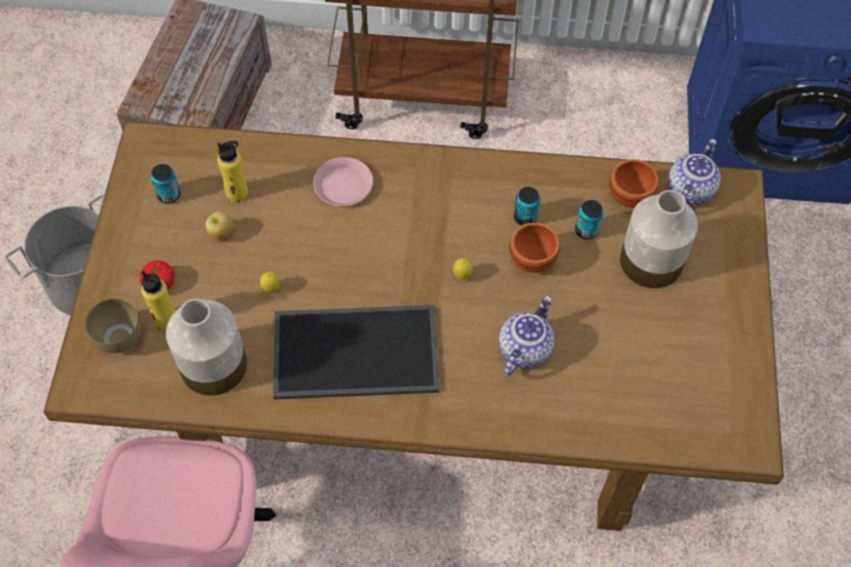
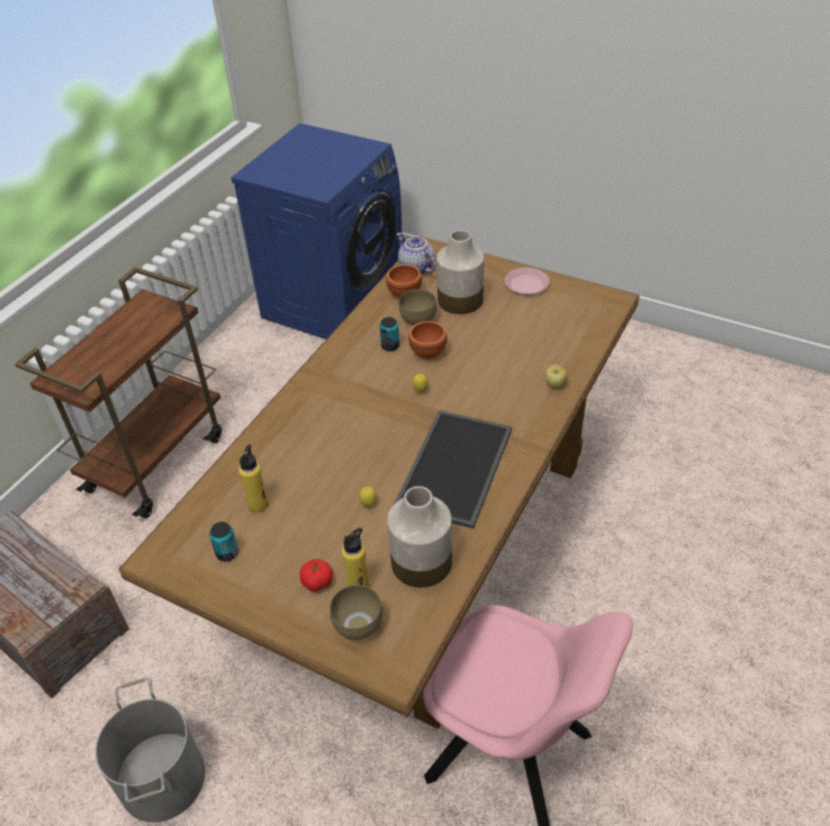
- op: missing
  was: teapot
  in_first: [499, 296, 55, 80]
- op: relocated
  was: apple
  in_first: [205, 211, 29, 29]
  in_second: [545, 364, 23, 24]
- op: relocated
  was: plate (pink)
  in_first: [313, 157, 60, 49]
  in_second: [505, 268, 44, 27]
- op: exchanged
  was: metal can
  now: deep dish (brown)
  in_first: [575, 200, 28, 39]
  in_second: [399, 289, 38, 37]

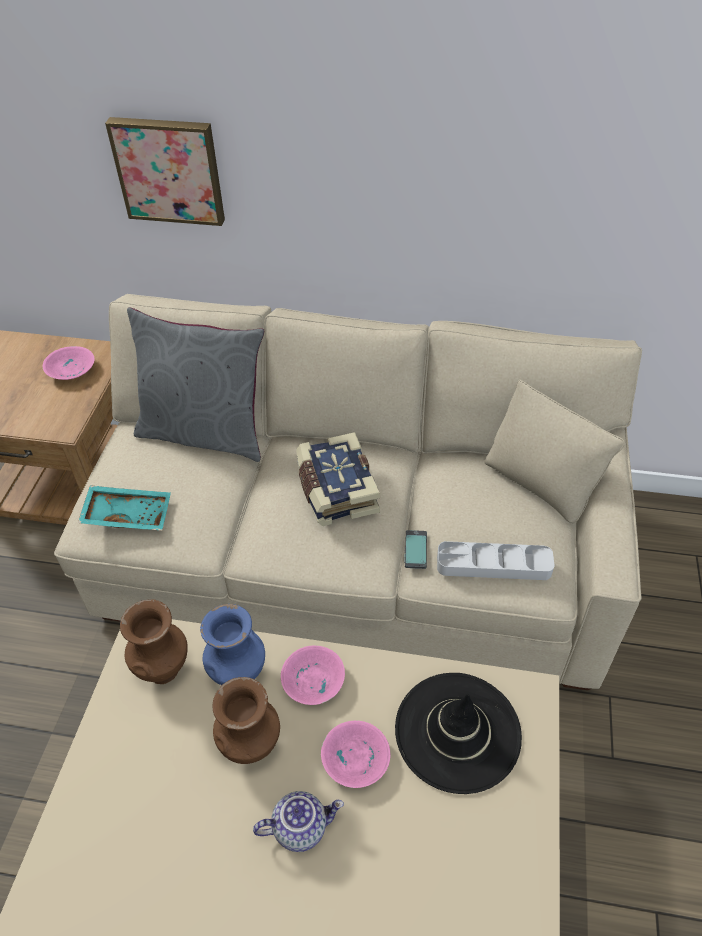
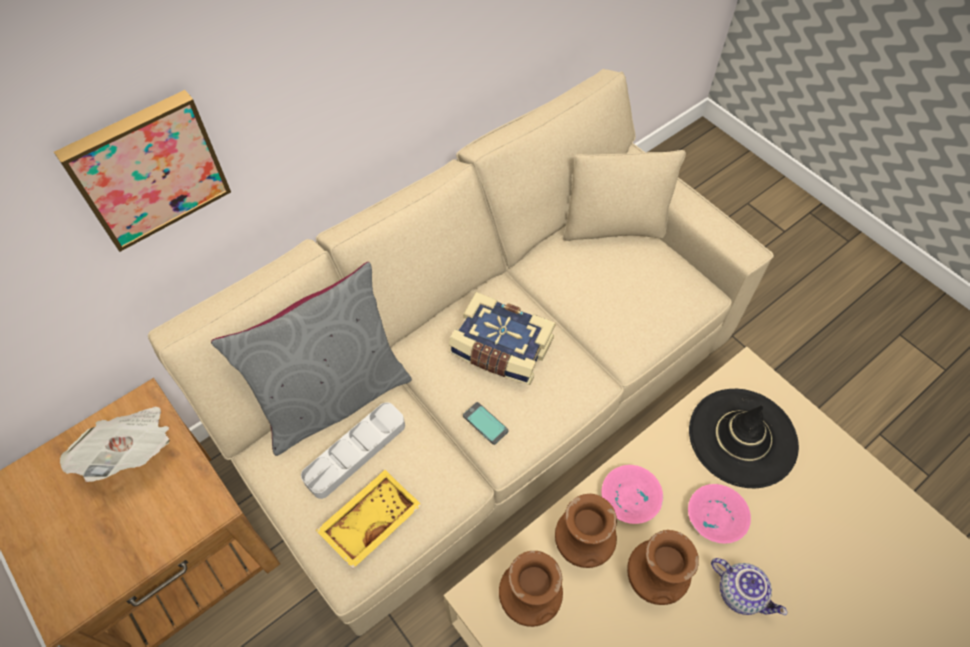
- op: relocated
  was: phone
  in_first: [404, 530, 23, 39]
  in_second: [463, 402, 46, 43]
- op: relocated
  was: carrying tray (greyish)
  in_first: [437, 541, 117, 39]
  in_second: [301, 402, 104, 97]
- op: exchanged
  was: deep dish (pink)
  now: daily paper
  in_first: [43, 346, 52, 34]
  in_second: [60, 407, 110, 75]
- op: colour
  was: carrying tray (blue-green)
  now: carrying tray (yellow)
  in_first: [78, 485, 93, 46]
  in_second: [316, 470, 106, 99]
- op: colour
  was: vase (blue)
  now: vase (brown)
  in_first: [200, 604, 65, 81]
  in_second: [555, 494, 62, 74]
- op: spun
  was: teapot
  in_first: [253, 791, 91, 61]
  in_second: [711, 558, 76, 57]
  clockwise: 105

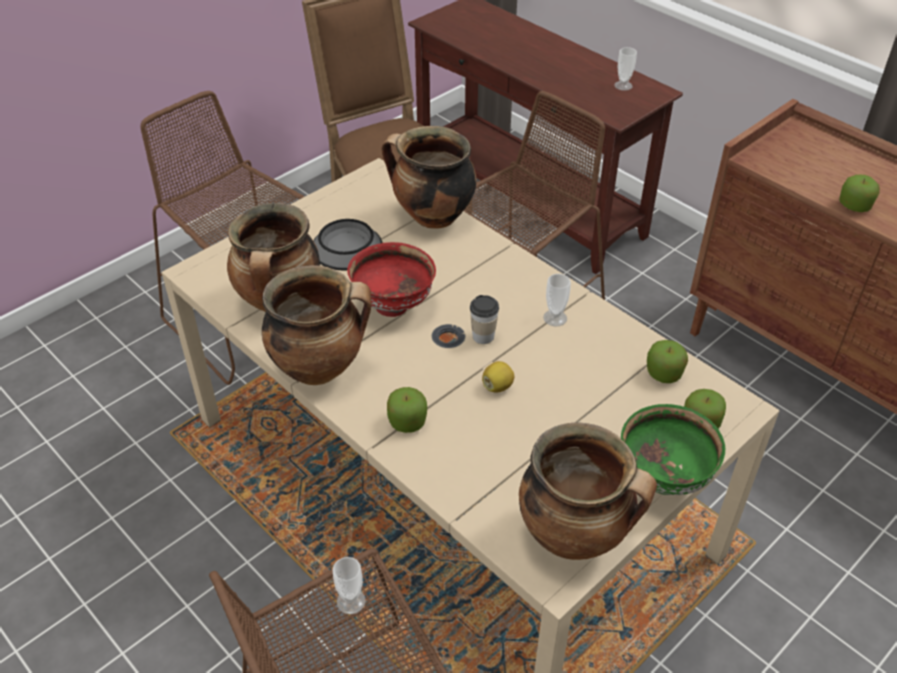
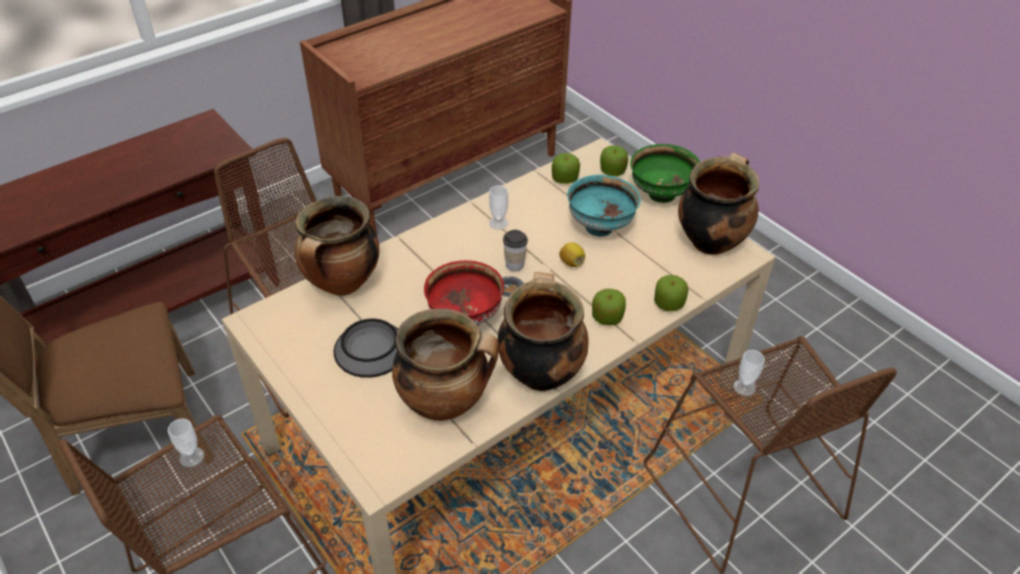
- op: appeared
  now: deep dish (blue-green)
  in_second: [567, 175, 74, 62]
- op: relocated
  was: small cup
  in_first: [614, 47, 23, 44]
  in_second: [168, 419, 36, 48]
- op: relocated
  was: apple
  in_first: [839, 175, 41, 37]
  in_second: [654, 275, 35, 36]

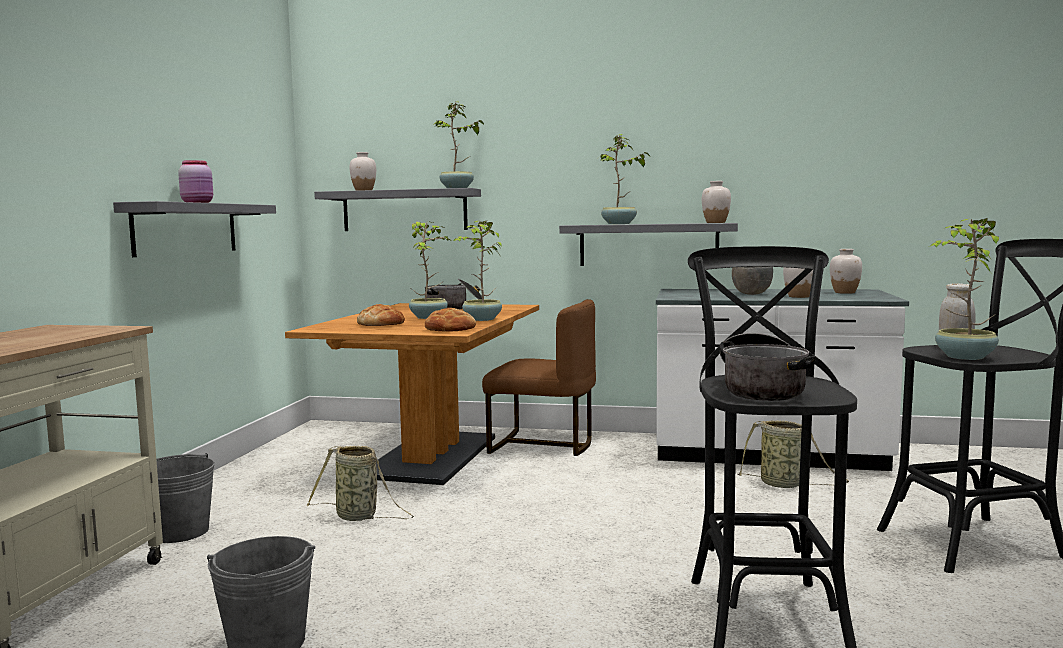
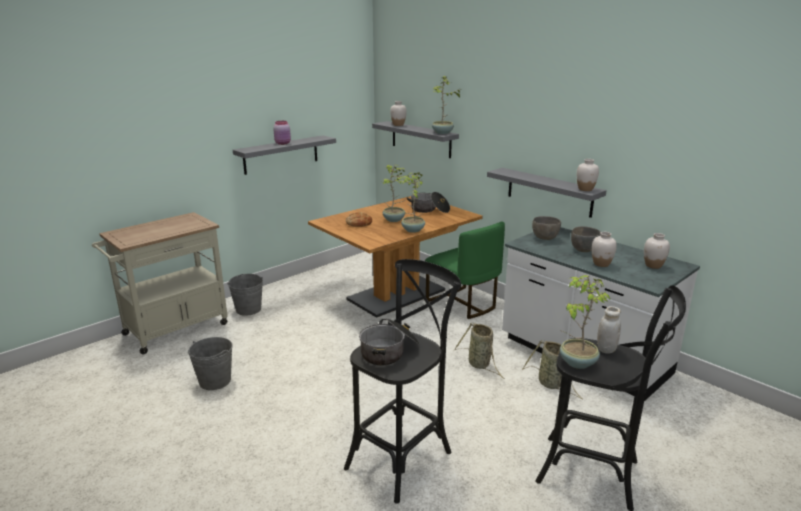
- op: missing
  was: baked bread
  in_first: [425, 308, 51, 24]
- op: missing
  was: potted plant
  in_first: [598, 134, 52, 90]
- op: appeared
  now: deep dish (greyish)
  in_second: [532, 216, 29, 24]
- op: relocated
  was: household basket
  in_first: [307, 446, 107, 75]
  in_second: [454, 323, 49, 55]
- op: colour
  was: chair (brown)
  now: chair (green-coloured)
  in_first: [482, 299, 114, 157]
  in_second: [425, 221, 80, 98]

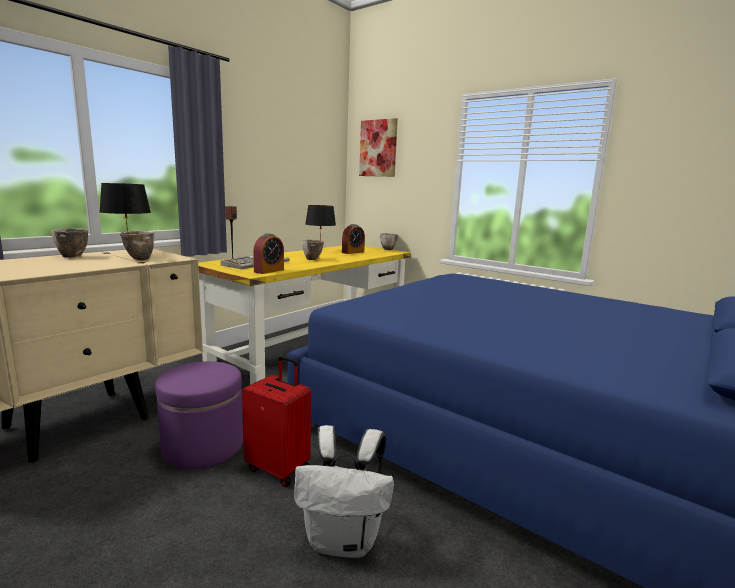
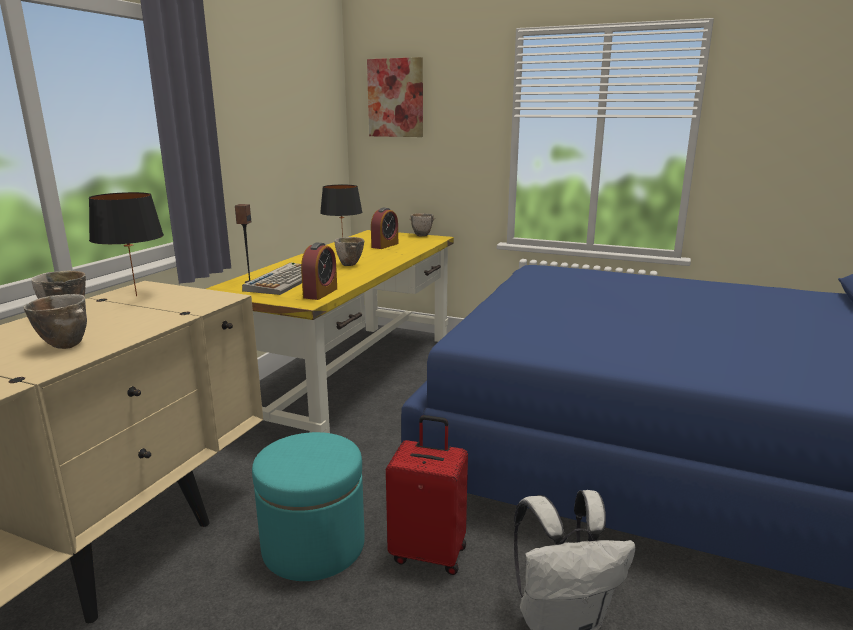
- op: relocated
  was: deep dish
  in_first: [120, 231, 35, 29]
  in_second: [23, 294, 64, 55]
- op: colour
  was: ottoman (purple-coloured)
  now: ottoman (blue-green)
  in_first: [155, 361, 88, 108]
  in_second: [252, 432, 113, 149]

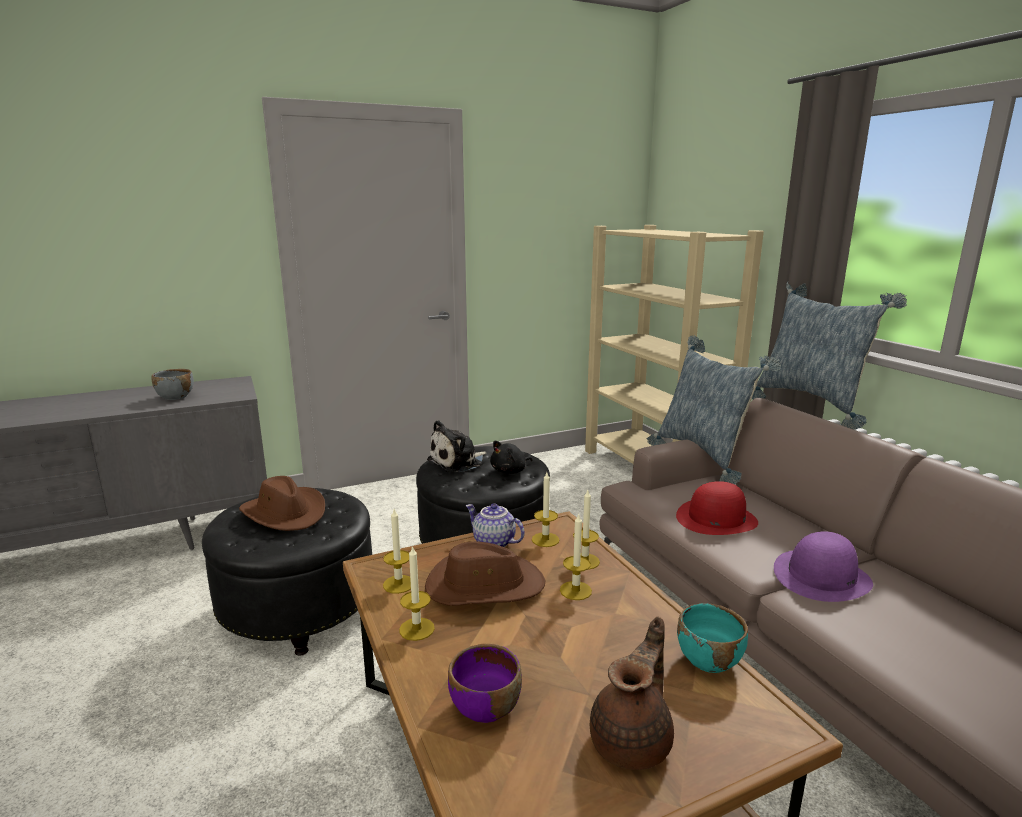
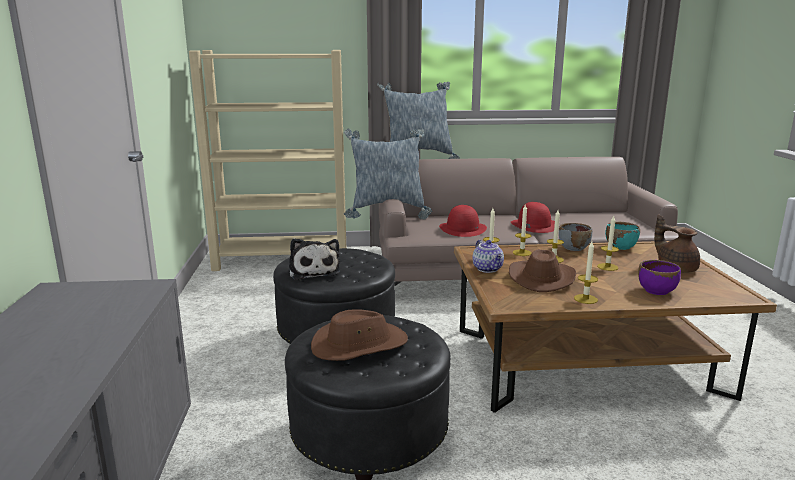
- op: missing
  was: soft toy (blackish)
  in_first: [490, 441, 42, 33]
- op: relocated
  was: deep dish (greyish)
  in_first: [152, 369, 42, 31]
  in_second: [559, 223, 33, 28]
- op: relocated
  was: candle
  in_first: [383, 509, 28, 85]
  in_second: [597, 216, 22, 55]
- op: colour
  was: wearable hat (purple-coloured)
  now: wearable hat (red-coloured)
  in_first: [774, 531, 99, 71]
  in_second: [511, 202, 44, 31]
- op: spun
  was: teapot
  in_first: [466, 503, 59, 44]
  in_second: [472, 240, 32, 33]
  clockwise: -75

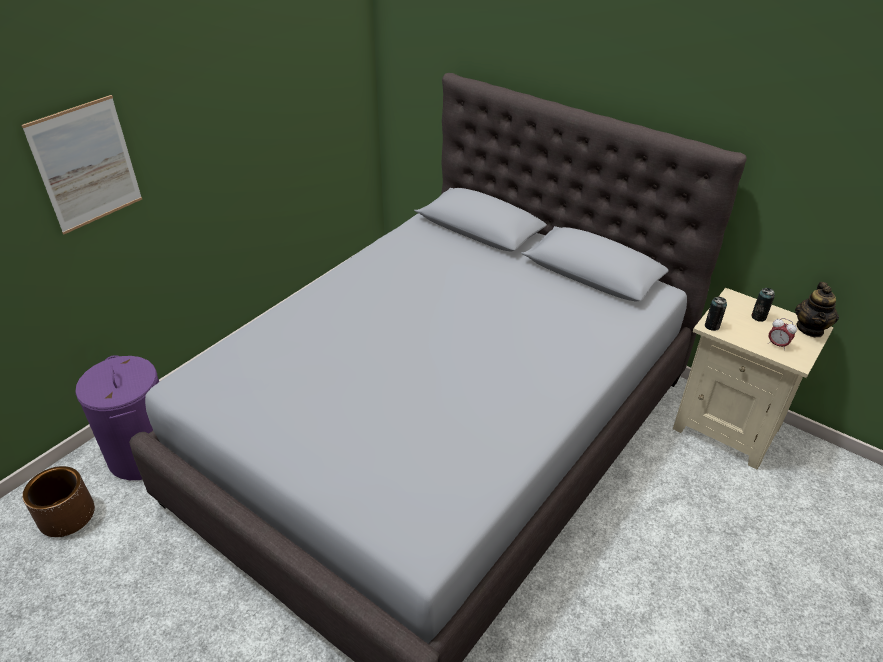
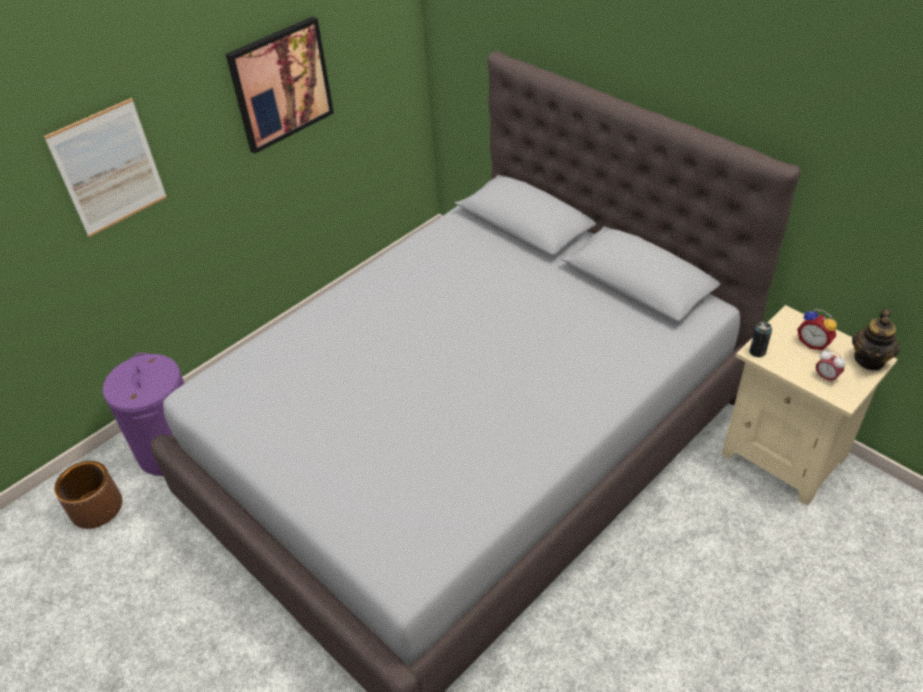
- op: appeared
  now: picture
  in_second: [226, 16, 108, 138]
- op: exchanged
  was: metal can
  now: table clock
  in_first: [751, 288, 24, 34]
  in_second: [797, 309, 40, 41]

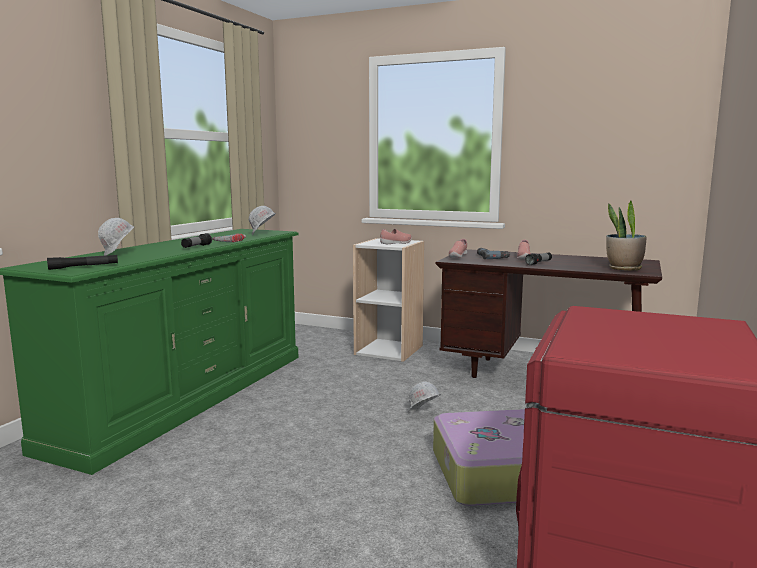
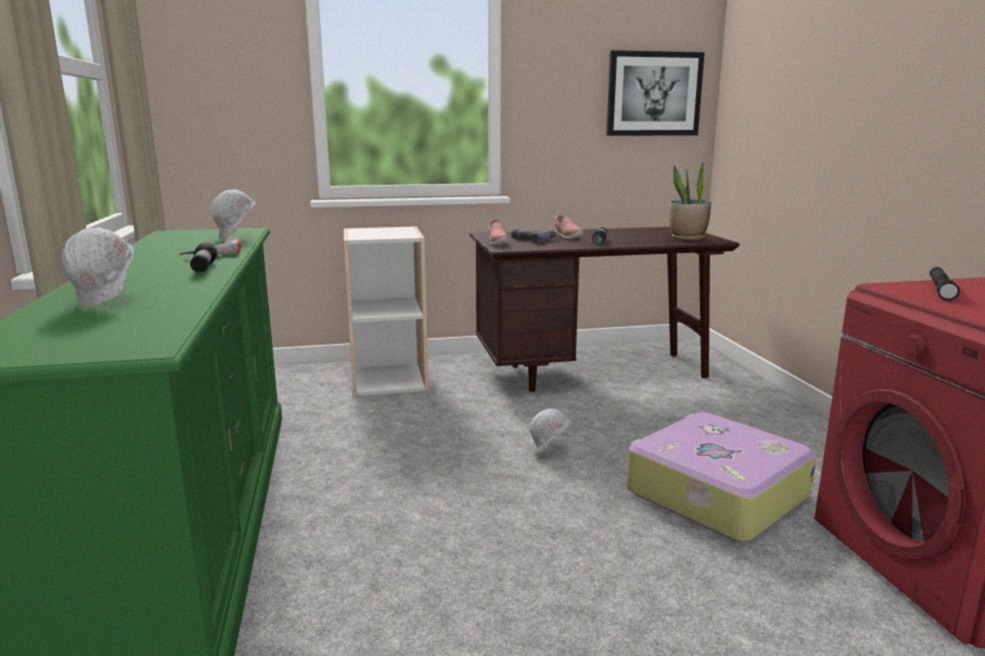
- op: missing
  was: low shoe (pink)
  in_first: [380, 229, 32, 15]
- op: appeared
  now: picture
  in_second: [606, 50, 99, 86]
- op: relocated
  was: hand torch (blackish)
  in_first: [47, 255, 71, 15]
  in_second: [930, 267, 30, 34]

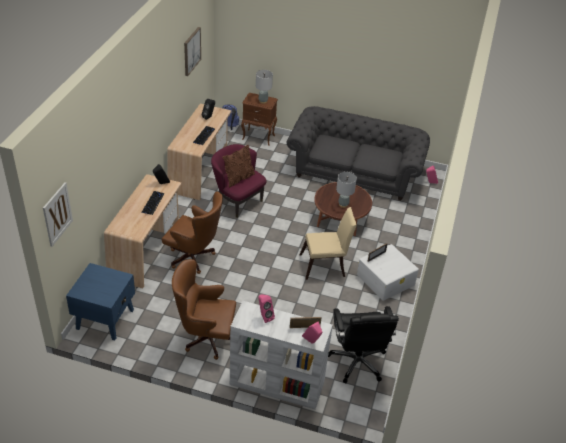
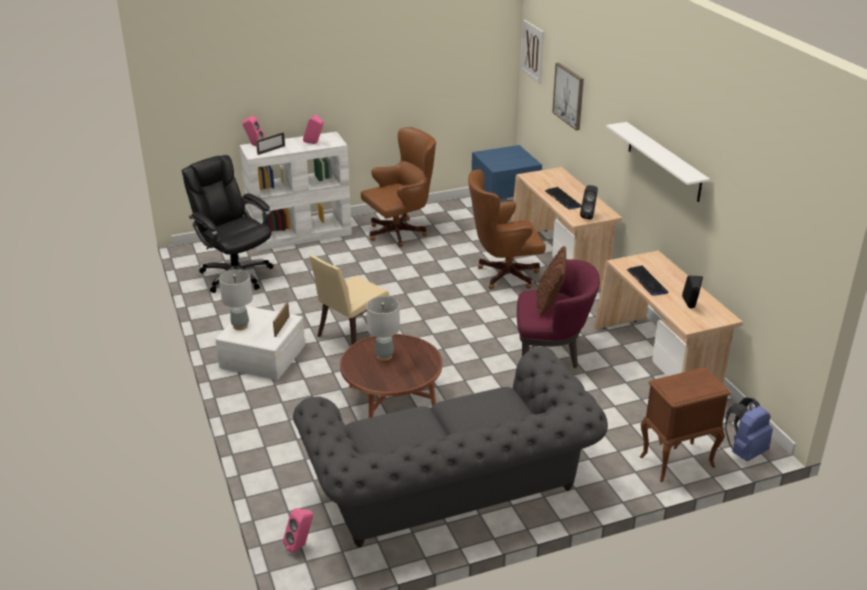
- op: appeared
  now: bracket shelf (white-coloured)
  in_second: [606, 122, 104, 80]
- op: relocated
  was: picture
  in_first: [184, 27, 17, 49]
  in_second: [552, 63, 32, 68]
- op: relocated
  was: lamp for a table (greyish)
  in_first: [256, 70, 17, 34]
  in_second: [219, 269, 34, 61]

